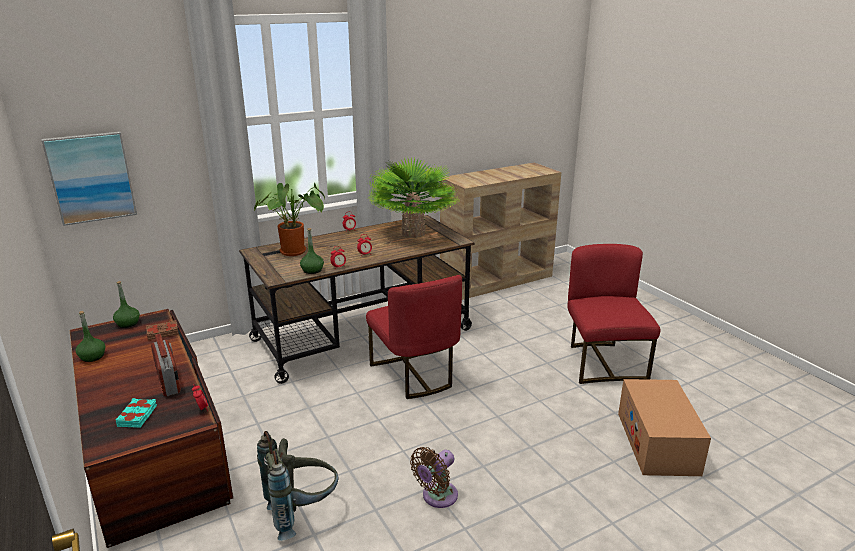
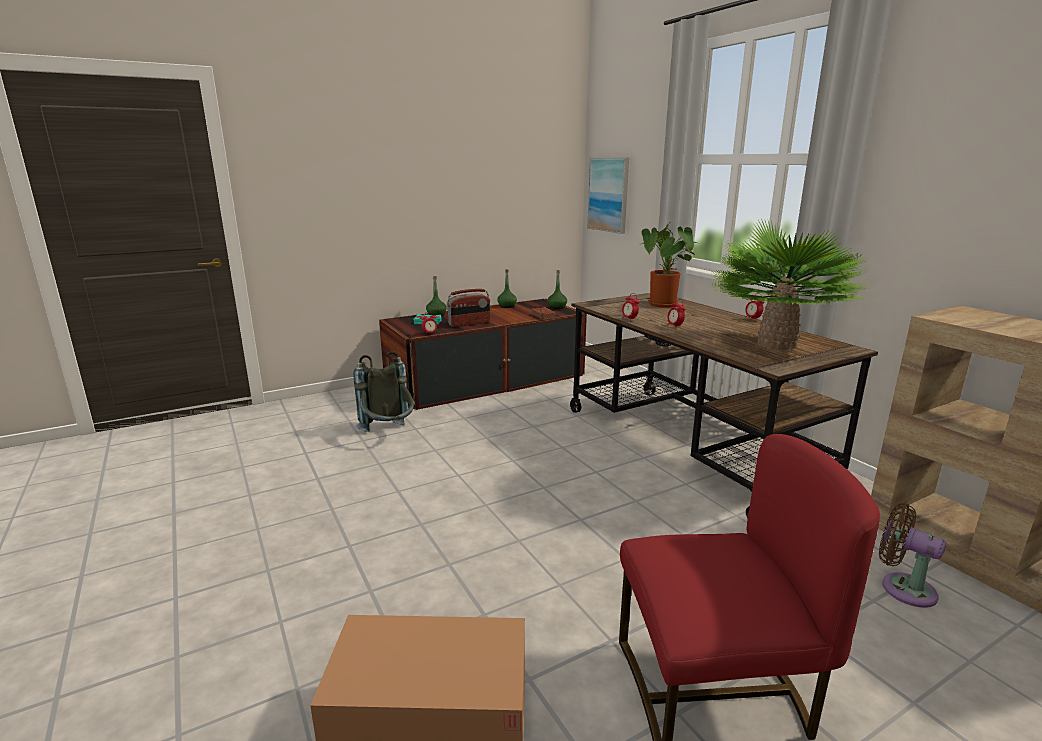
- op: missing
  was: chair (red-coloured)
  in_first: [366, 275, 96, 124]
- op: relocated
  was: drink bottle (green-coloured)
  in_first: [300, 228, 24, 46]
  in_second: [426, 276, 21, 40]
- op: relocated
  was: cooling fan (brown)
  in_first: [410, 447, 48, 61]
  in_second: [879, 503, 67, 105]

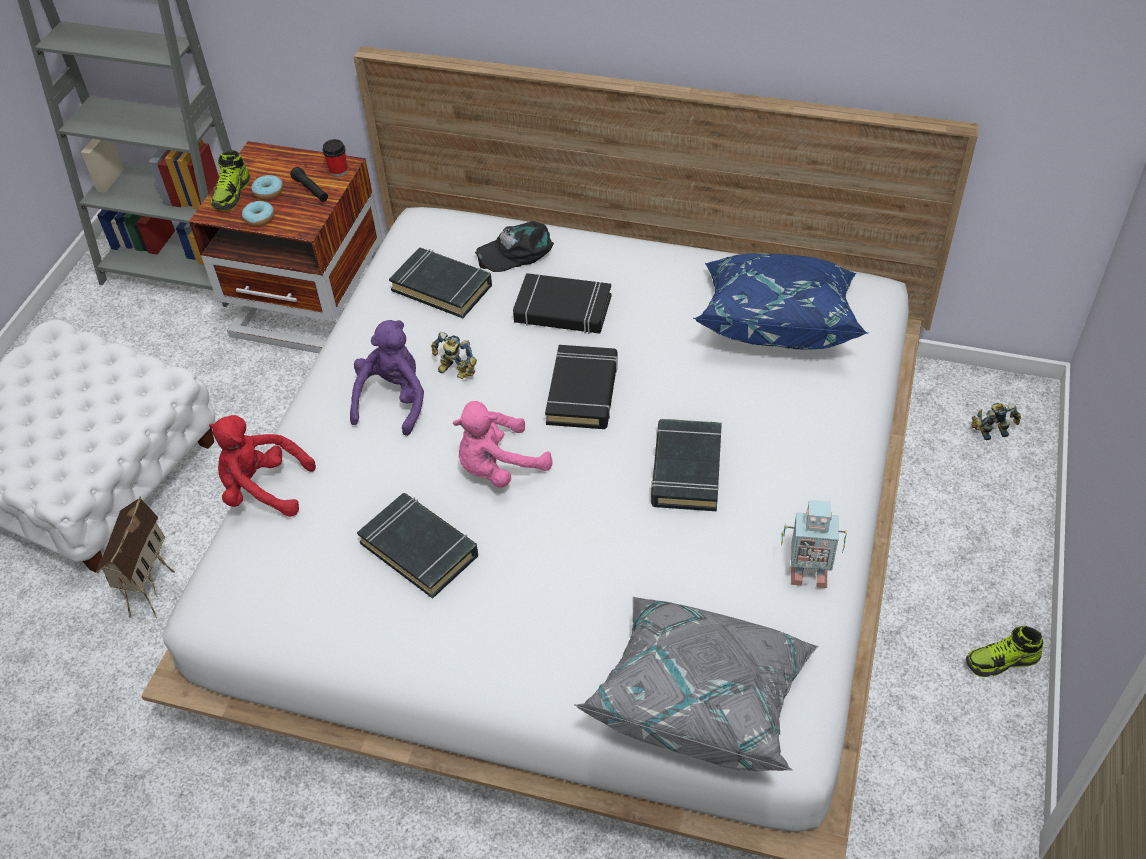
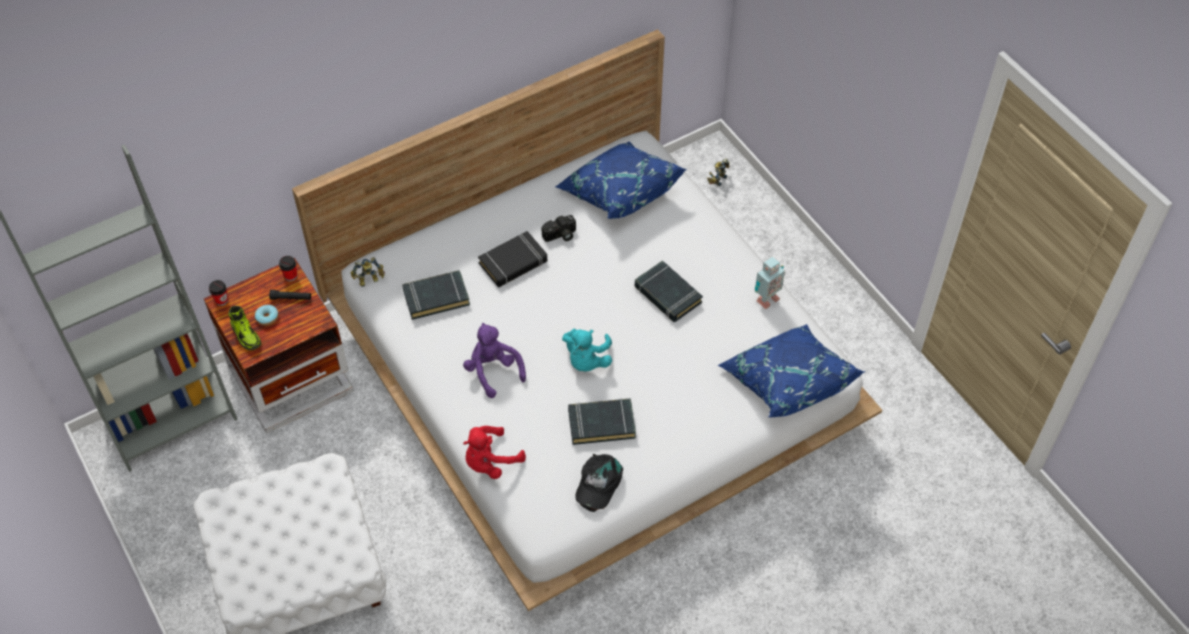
- op: missing
  was: miniature house
  in_first: [96, 497, 79, 121]
- op: missing
  was: donut
  in_first: [242, 201, 32, 26]
- op: missing
  was: volume (blackish)
  in_first: [545, 345, 73, 84]
- op: missing
  was: low shoe
  in_first: [966, 626, 77, 51]
- op: appeared
  now: small cup
  in_second: [209, 280, 19, 26]
- op: appeared
  now: photo camera
  in_second: [541, 215, 35, 27]
- op: relocated
  was: toy robot
  in_first: [431, 331, 46, 48]
  in_second: [351, 257, 34, 30]
- op: relocated
  was: baseball cap (blackish)
  in_first: [475, 221, 79, 51]
  in_second: [575, 454, 48, 58]
- op: colour
  was: soft toy (pink)
  now: soft toy (blue-green)
  in_first: [453, 401, 100, 87]
  in_second: [562, 329, 50, 42]
- op: colour
  was: throw pillow (greyish)
  now: throw pillow (blue)
  in_first: [574, 596, 244, 175]
  in_second: [718, 324, 147, 93]

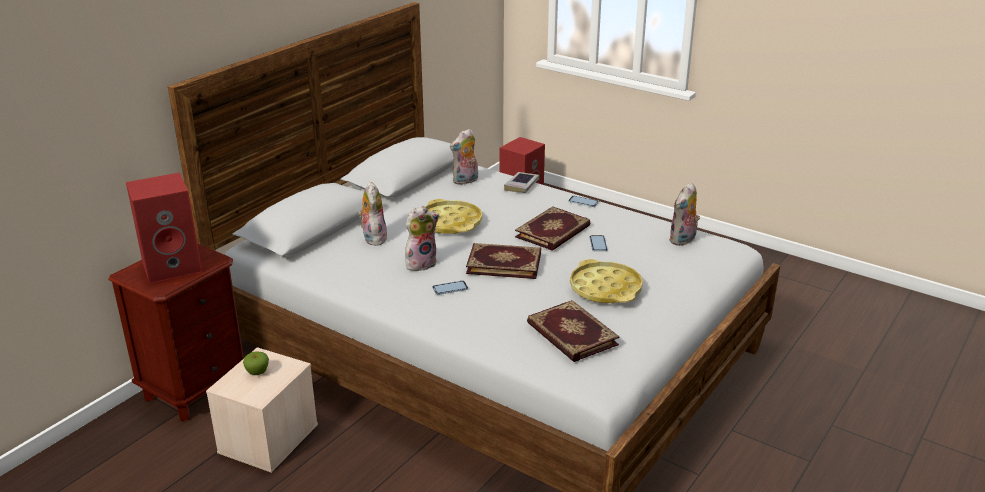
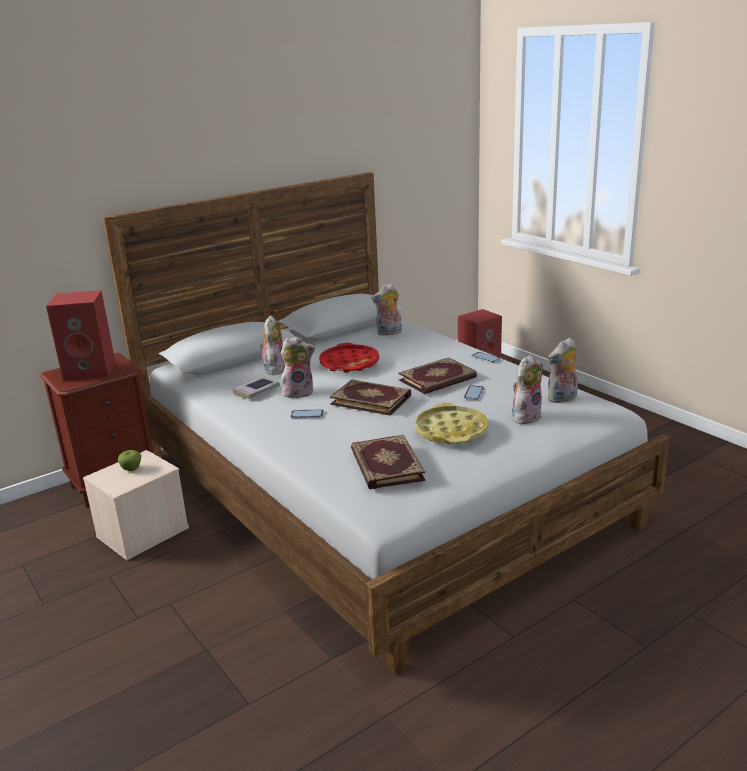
- op: appeared
  now: soft toy
  in_second: [512, 355, 31, 69]
- op: relocated
  was: volume
  in_first: [504, 172, 35, 21]
  in_second: [233, 377, 47, 22]
- op: colour
  was: carrying tray (yellow)
  now: carrying tray (red-coloured)
  in_first: [425, 199, 57, 35]
  in_second: [319, 343, 60, 30]

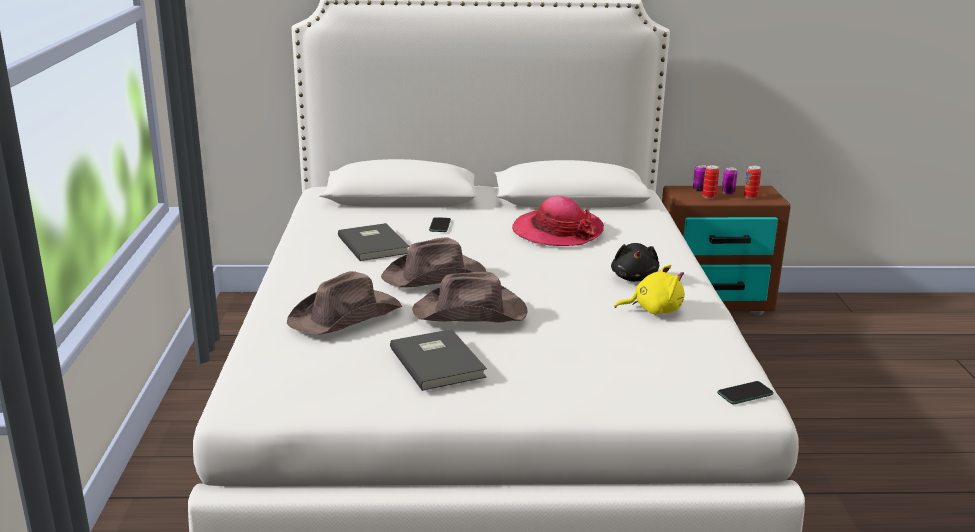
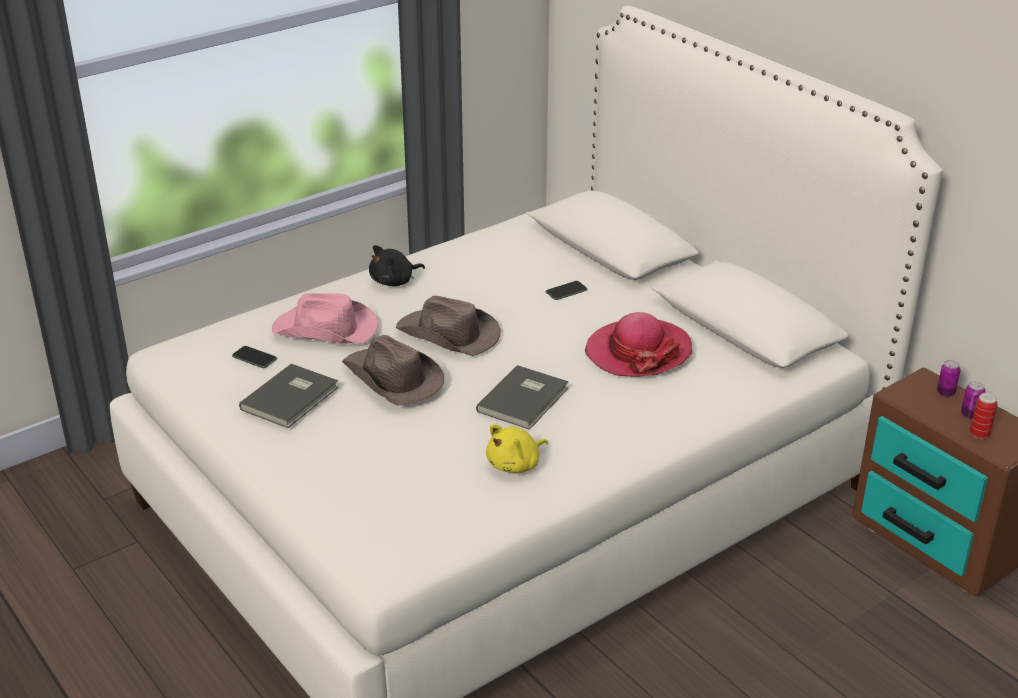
- op: missing
  was: metal can
  in_first: [702, 165, 17, 34]
- op: relocated
  was: volume (greyish)
  in_first: [338, 223, 72, 38]
  in_second: [476, 365, 93, 65]
- op: relocated
  was: soft toy (blackish)
  in_first: [611, 243, 48, 39]
  in_second: [369, 245, 56, 41]
- op: relocated
  was: phone
  in_first: [717, 381, 57, 23]
  in_second: [232, 346, 45, 22]
- op: colour
  was: wearable hat (brown)
  now: wearable hat (pink)
  in_first: [287, 271, 115, 64]
  in_second: [272, 293, 106, 51]
- op: spun
  was: soft toy (yellow)
  in_first: [615, 264, 69, 51]
  in_second: [486, 424, 62, 49]
  clockwise: 90

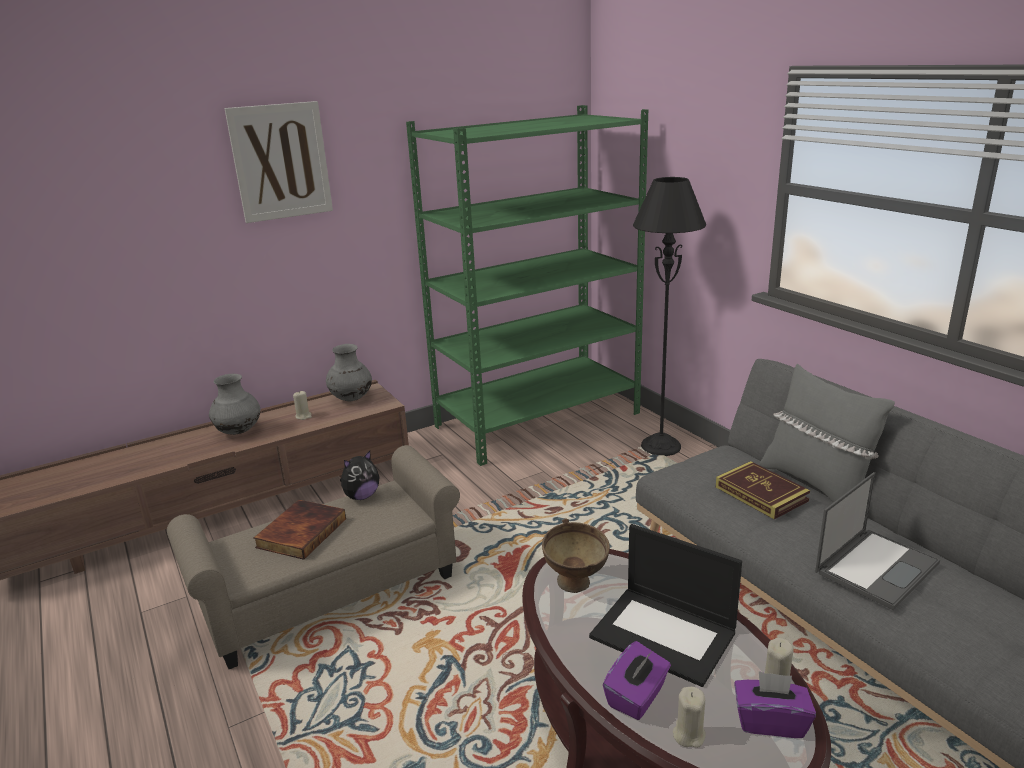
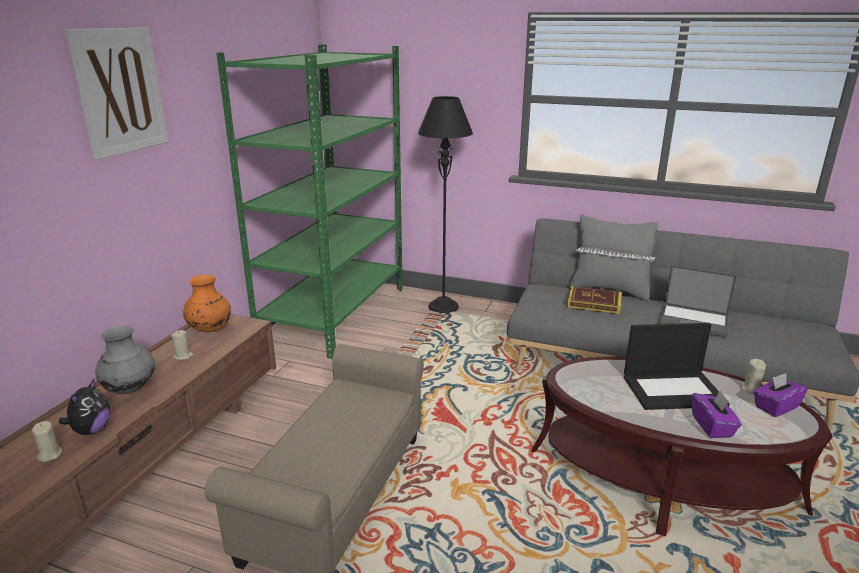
- op: missing
  was: volume
  in_first: [253, 500, 93, 59]
- op: missing
  was: deep dish (brown)
  in_first: [542, 519, 68, 74]
- op: relocated
  was: soft toy
  in_first: [340, 451, 39, 49]
  in_second: [59, 379, 51, 56]
- op: relocated
  was: candle (beige)
  in_first: [673, 687, 33, 61]
  in_second: [32, 421, 30, 41]
- op: colour
  was: vase (greyish)
  now: vase (orange-coloured)
  in_first: [326, 344, 46, 57]
  in_second: [183, 275, 48, 57]
- op: spun
  was: portable computer
  in_first: [815, 472, 125, 138]
  in_second: [659, 265, 78, 72]
  clockwise: 105

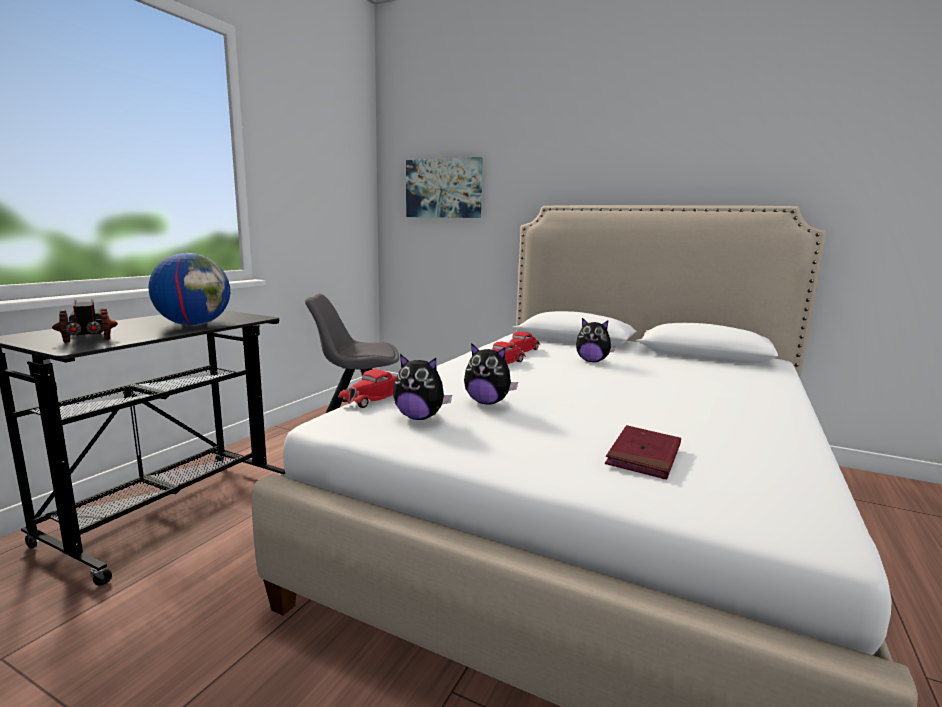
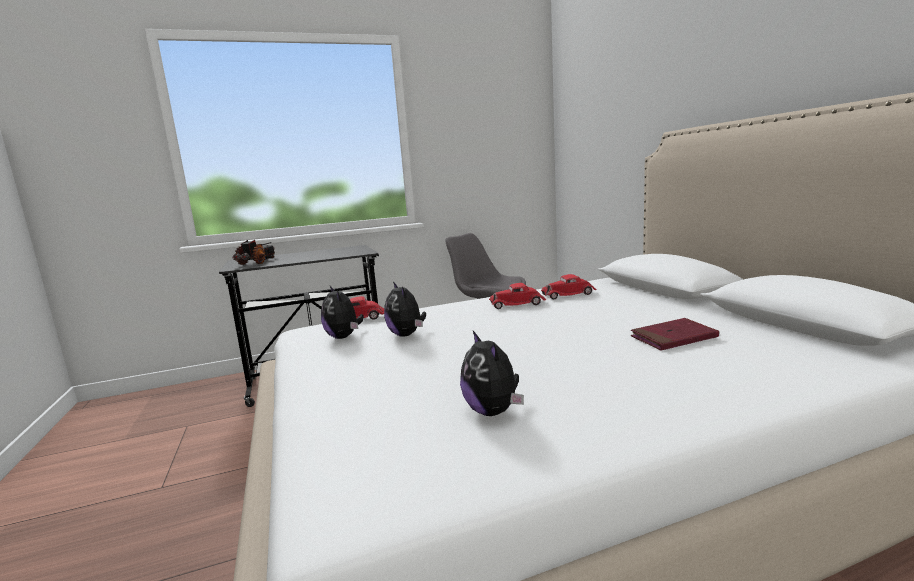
- op: missing
  was: globe
  in_first: [149, 253, 81, 73]
- op: missing
  was: picture
  in_first: [406, 157, 77, 61]
- op: relocated
  was: soft toy
  in_first: [576, 318, 39, 44]
  in_second: [460, 331, 64, 85]
- op: relocated
  was: volume (red-coloured)
  in_first: [605, 425, 76, 54]
  in_second: [631, 318, 88, 33]

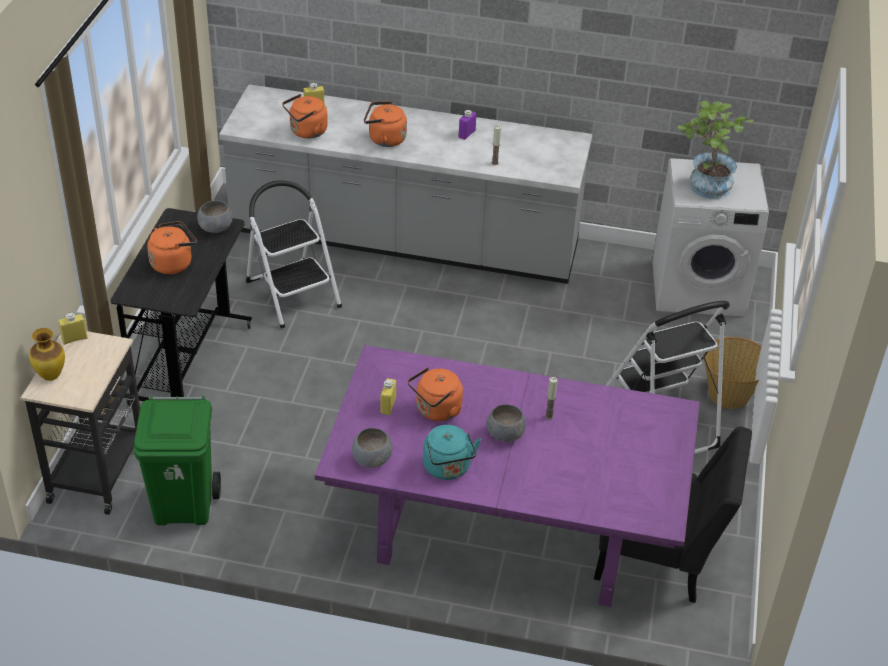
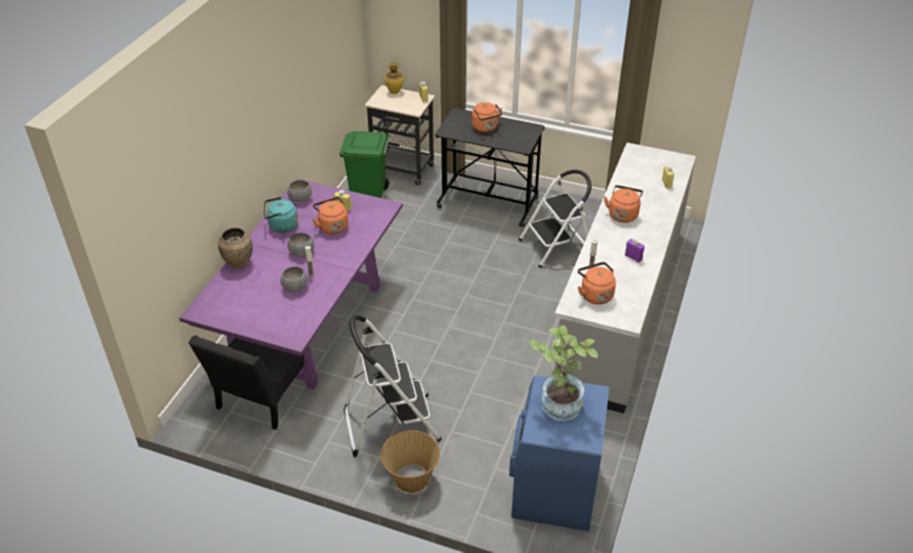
- op: appeared
  now: vase (brown)
  in_second: [218, 227, 35, 42]
- op: relocated
  was: deep dish (greyish)
  in_first: [197, 200, 36, 33]
  in_second: [280, 266, 28, 26]
- op: relocated
  was: kettle (orange-coloured)
  in_first: [282, 94, 46, 45]
  in_second: [578, 262, 38, 43]
- op: colour
  was: laundry machine (white-coloured)
  now: laundry machine (blue)
  in_first: [652, 158, 117, 159]
  in_second: [509, 376, 100, 155]

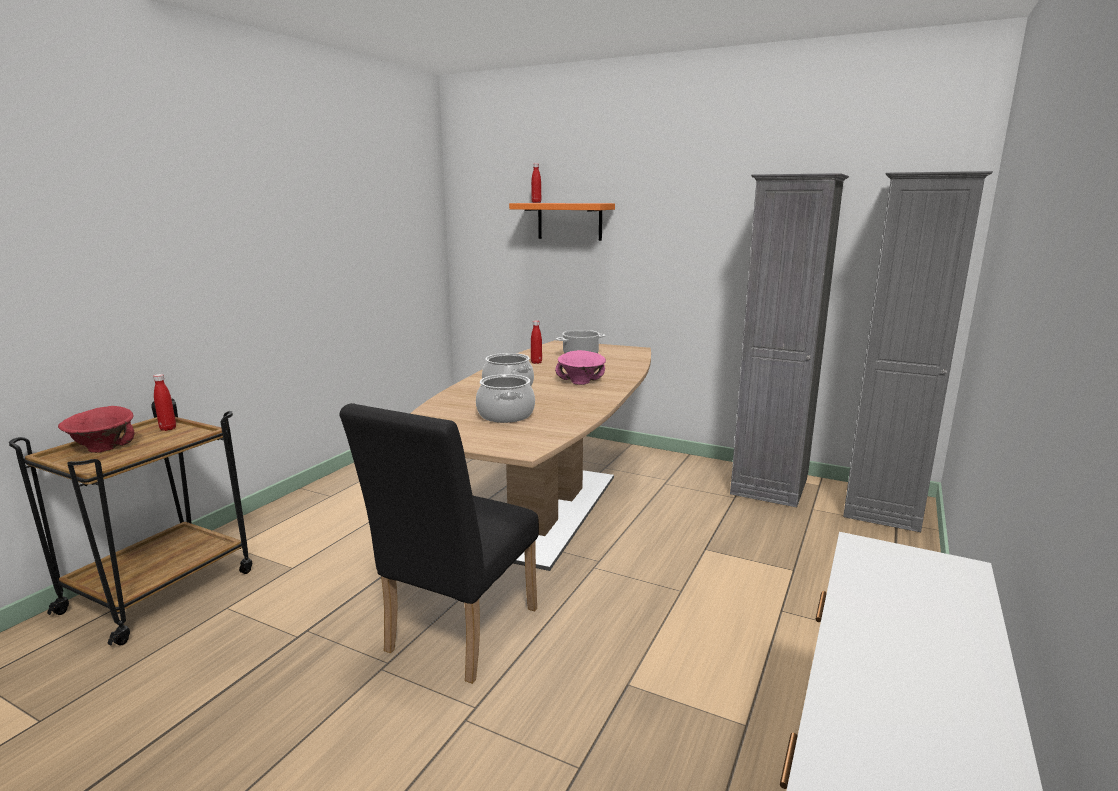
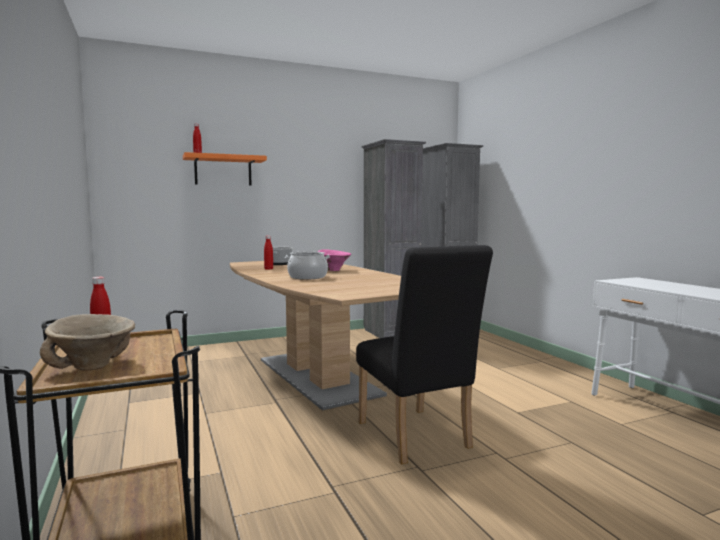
- op: missing
  was: saucepot
  in_first: [476, 374, 59, 49]
- op: colour
  was: deep dish (red-coloured)
  now: deep dish (beige)
  in_first: [58, 406, 77, 47]
  in_second: [40, 314, 95, 56]

